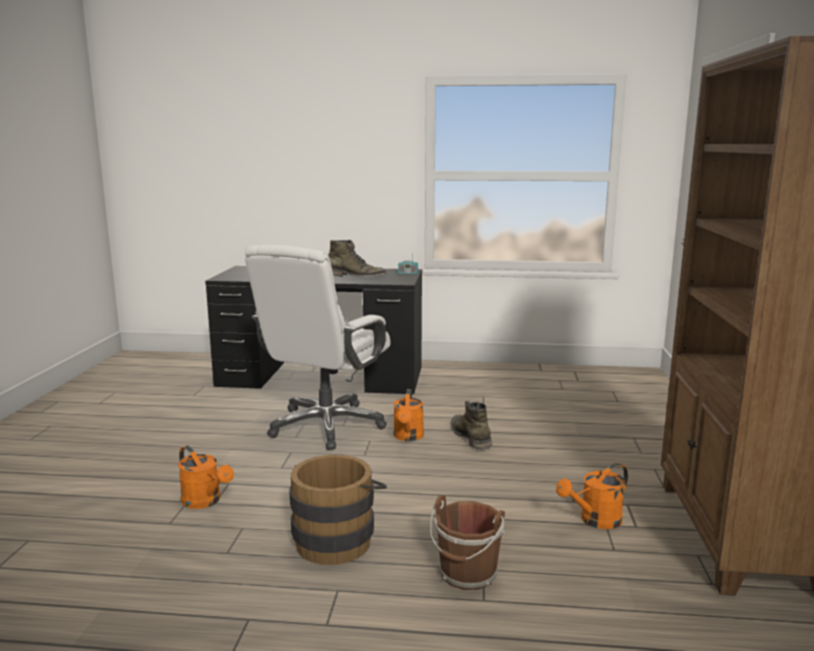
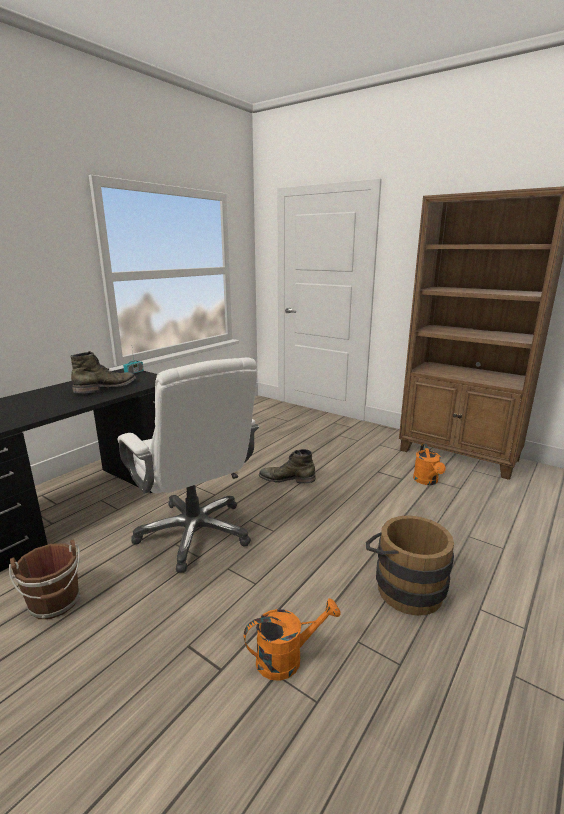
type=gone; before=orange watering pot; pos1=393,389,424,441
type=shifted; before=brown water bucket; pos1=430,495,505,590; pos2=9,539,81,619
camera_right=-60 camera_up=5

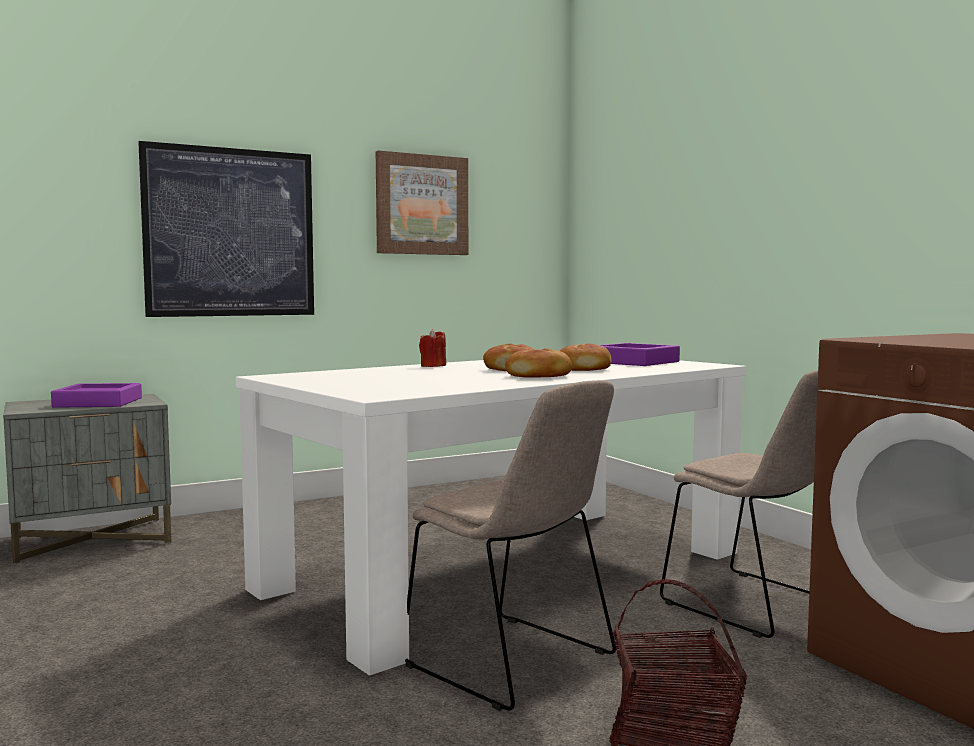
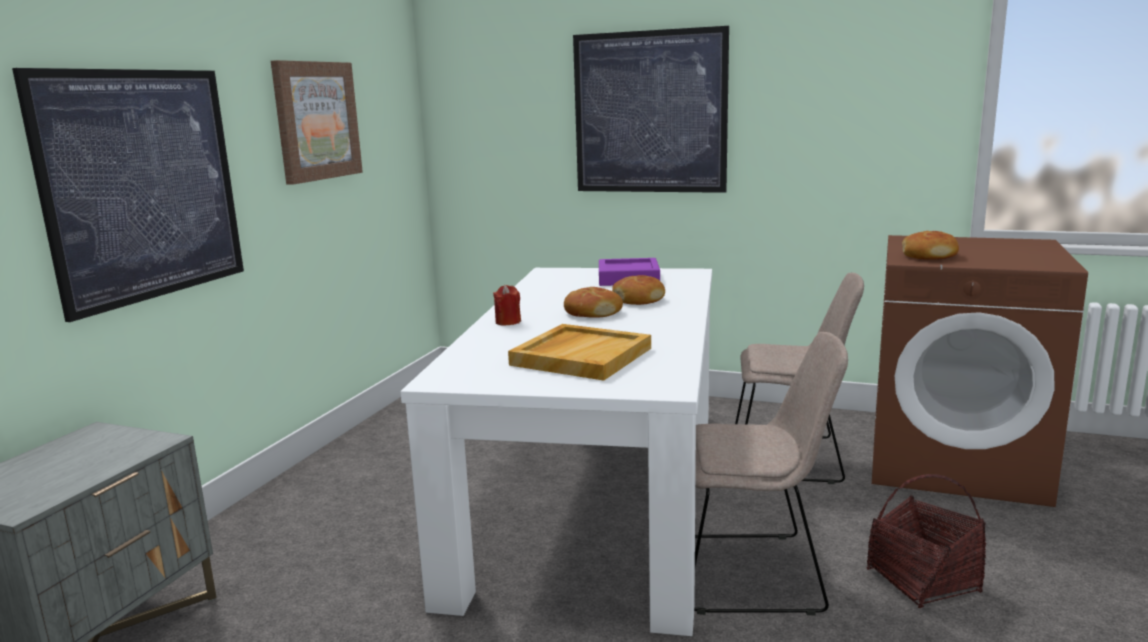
type=shifted; before=bakery bread; pos1=505,348,572,378; pos2=902,231,959,260
type=gone; before=purple-coloured serving tray; pos1=51,383,142,408
type=new; after=picture; pos2=573,26,729,193
type=new; after=sand-coloured serving tray; pos2=508,324,651,381
camera_right=-40 camera_up=10

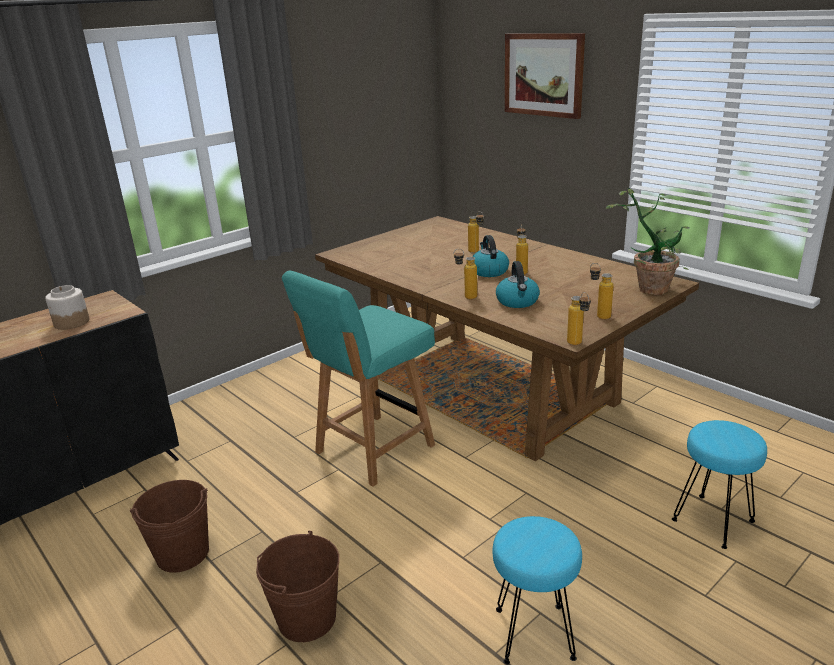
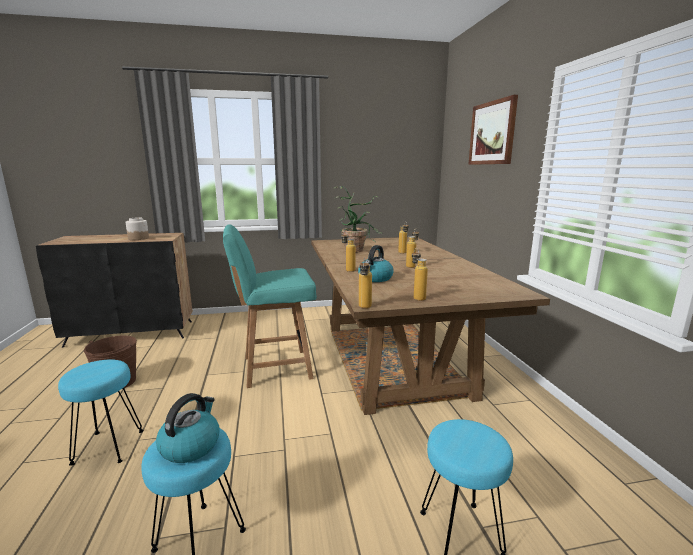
type=shifted; before=houseplant; pos1=606,188,689,295; pos2=333,186,383,252
type=shifted; before=kettle; pos1=472,235,509,277; pos2=156,393,219,463
type=swapped; before=brown water bucket; after=turquoise-coloured sitting stool; pos1=256,531,340,642; pos2=58,359,143,466
camera_right=30 camera_up=-10

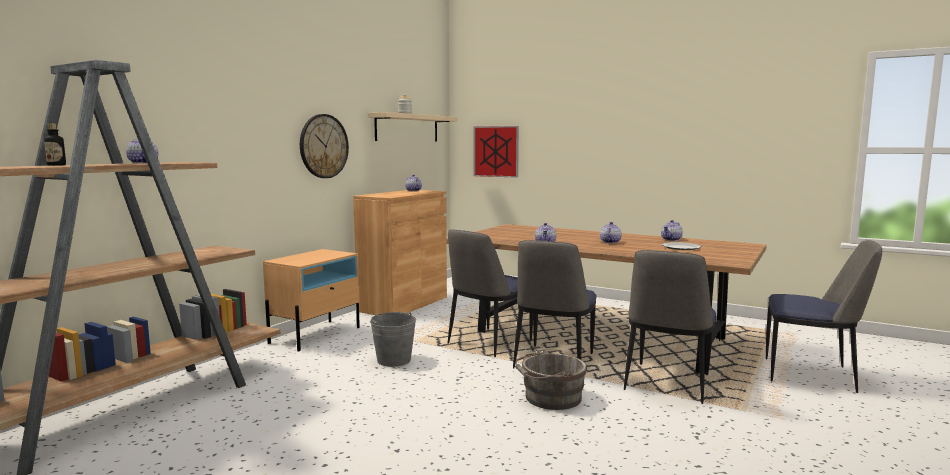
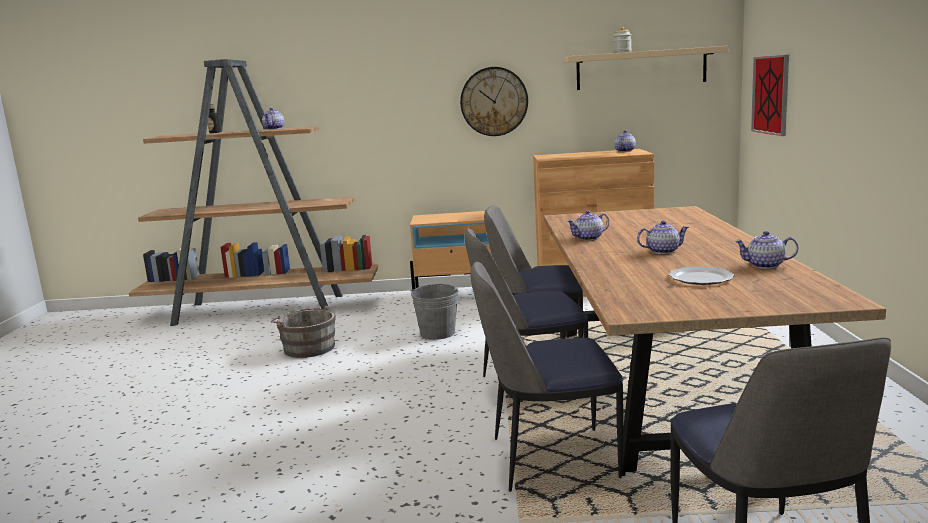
type=shifted; before=grey water bucket; pos1=515,348,587,410; pos2=271,306,335,358
camera_right=60 camera_up=5

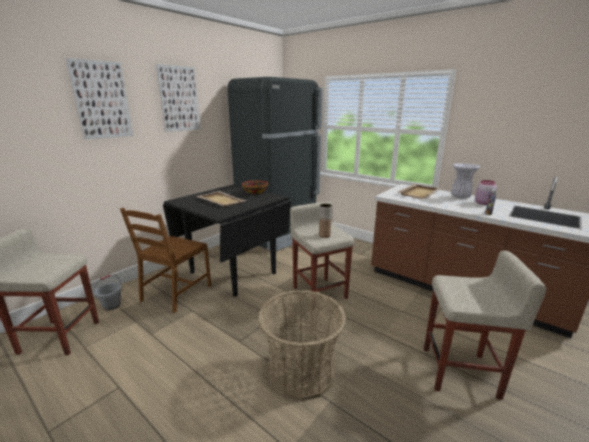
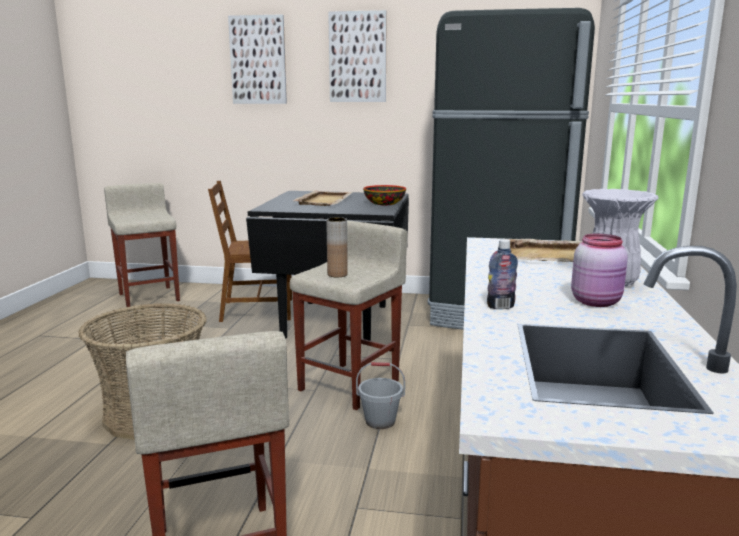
type=shifted; before=grey water bucket; pos1=94,274,122,311; pos2=356,362,405,429
camera_right=60 camera_up=-5

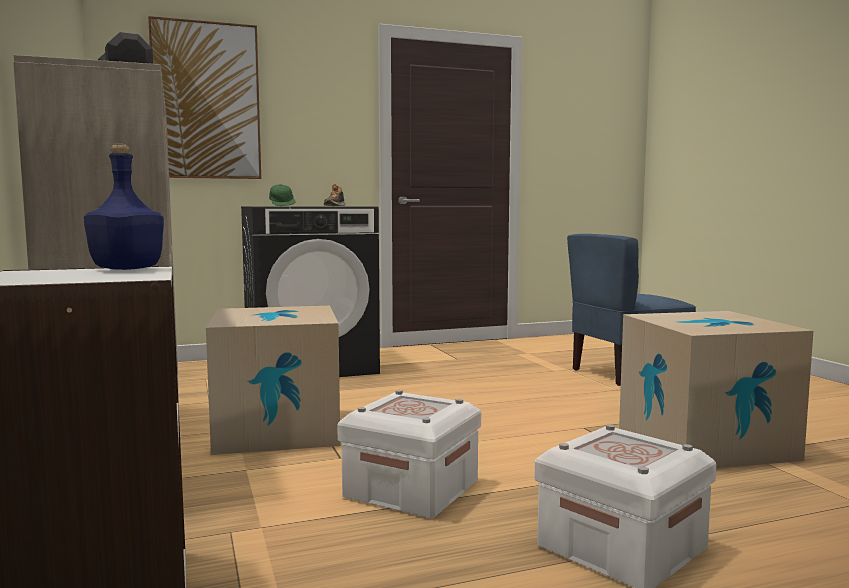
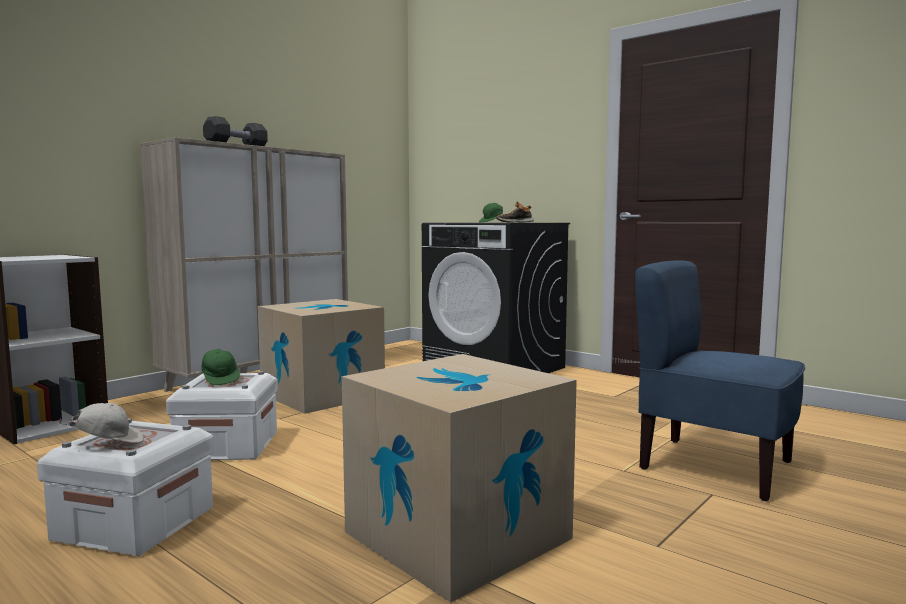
type=gone; before=picture; pos1=148,16,261,179
type=gone; before=bluish drink bottle; pos1=84,144,164,270
type=new; after=green peaked cap; pos2=202,349,240,385
type=new; after=white peaked cap; pos2=57,403,144,443
camera_right=60 camera_up=0

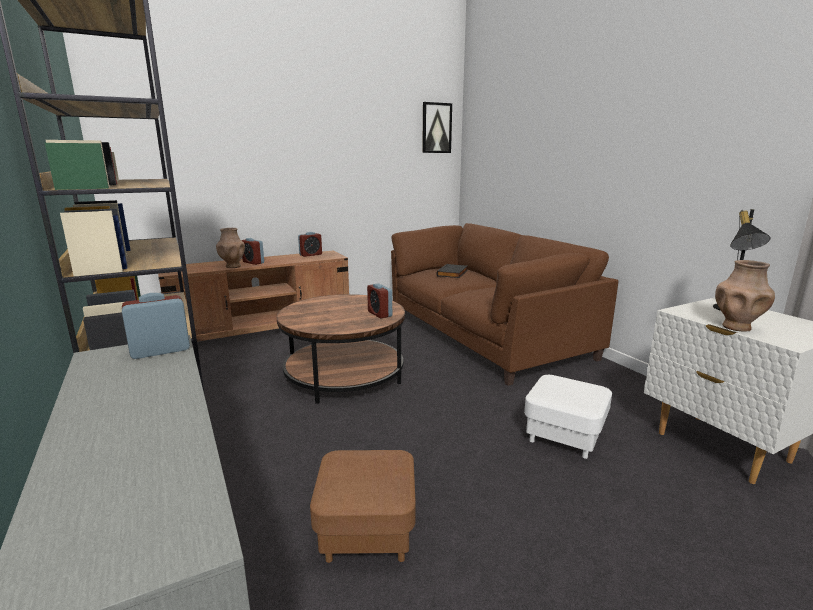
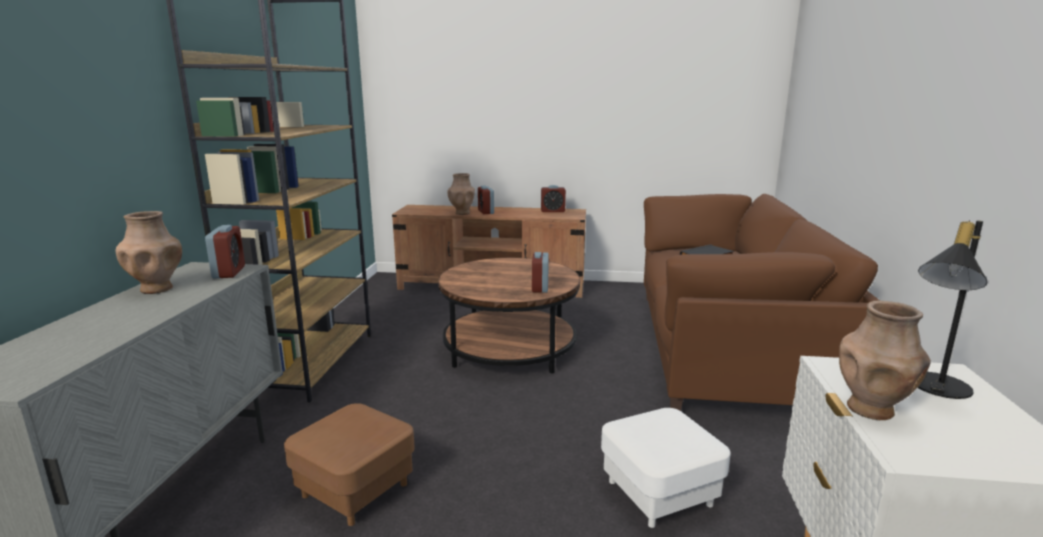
type=gone; before=picture; pos1=422,102,452,153
type=rotated; before=bedside clock; pos1=122,293,190,359; pos2=205,225,245,279; turn=75
type=new; after=brown flower vase; pos2=116,211,182,294
camera_right=35 camera_up=0

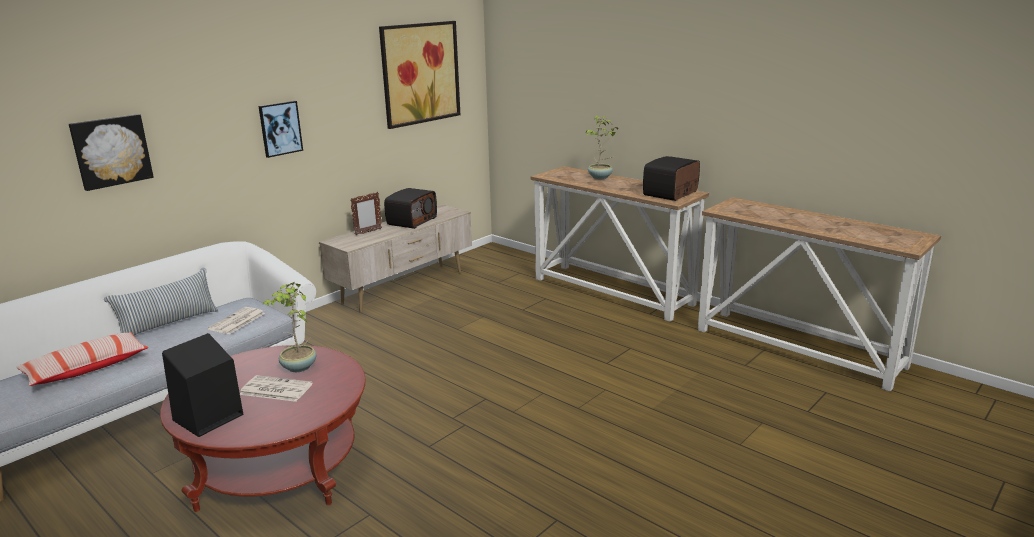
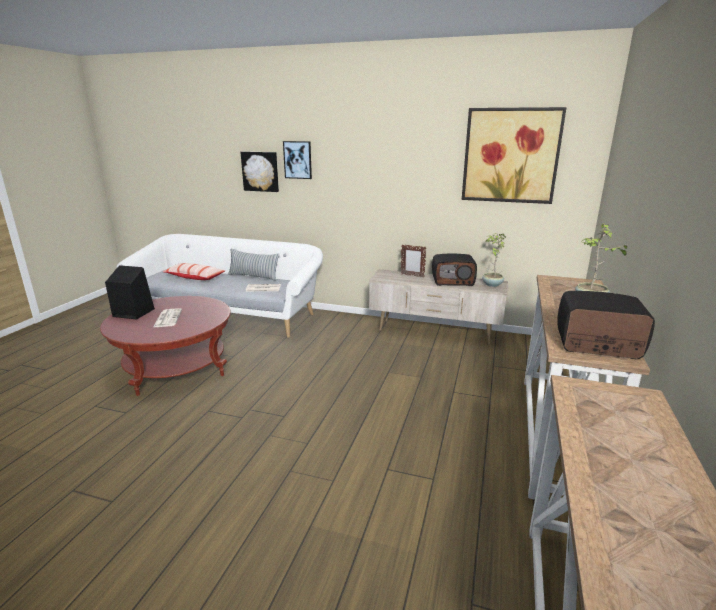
type=shifted; before=picture; pos1=259,101,303,158; pos2=283,141,312,179
type=shifted; before=houseplant; pos1=263,282,316,372; pos2=482,233,506,287
camera_right=65 camera_up=0

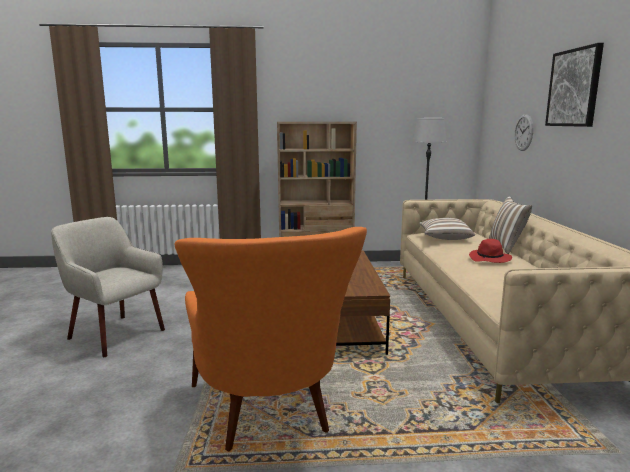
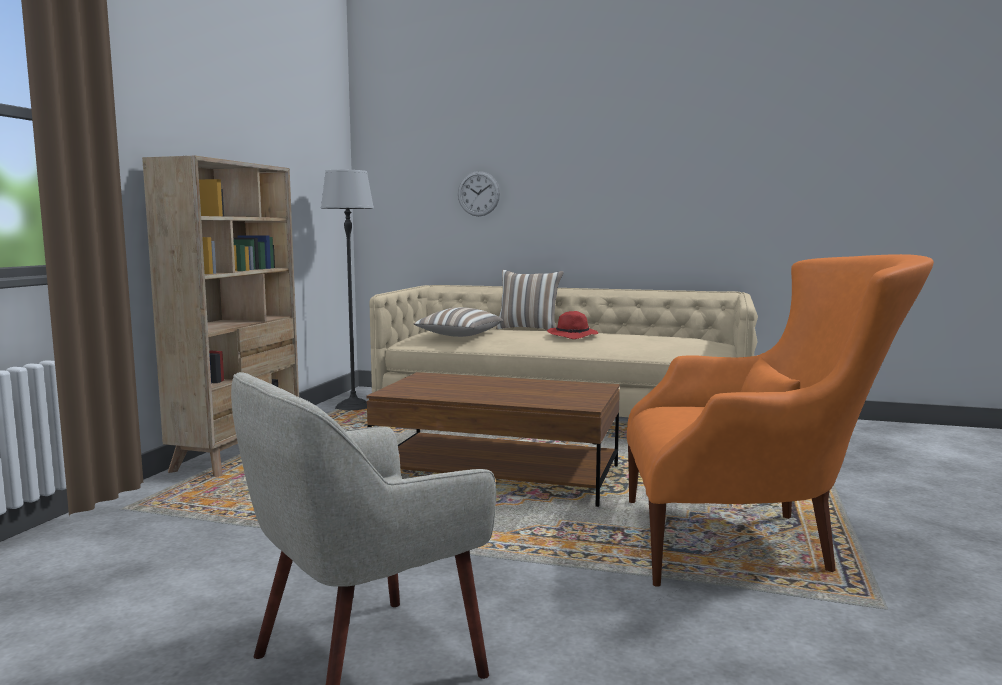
type=gone; before=picture; pos1=545,43,604,127
camera_right=-70 camera_up=-5

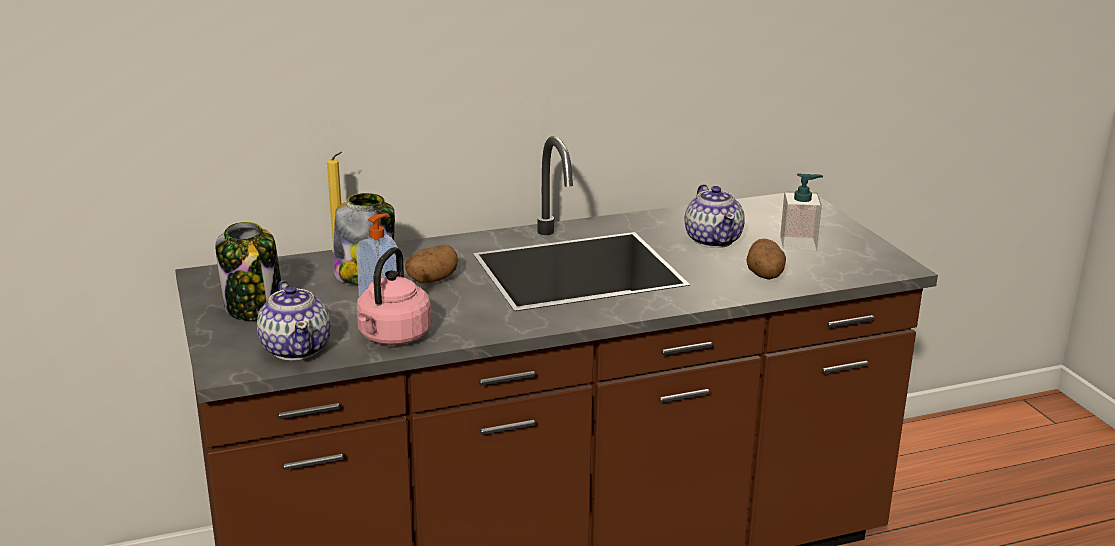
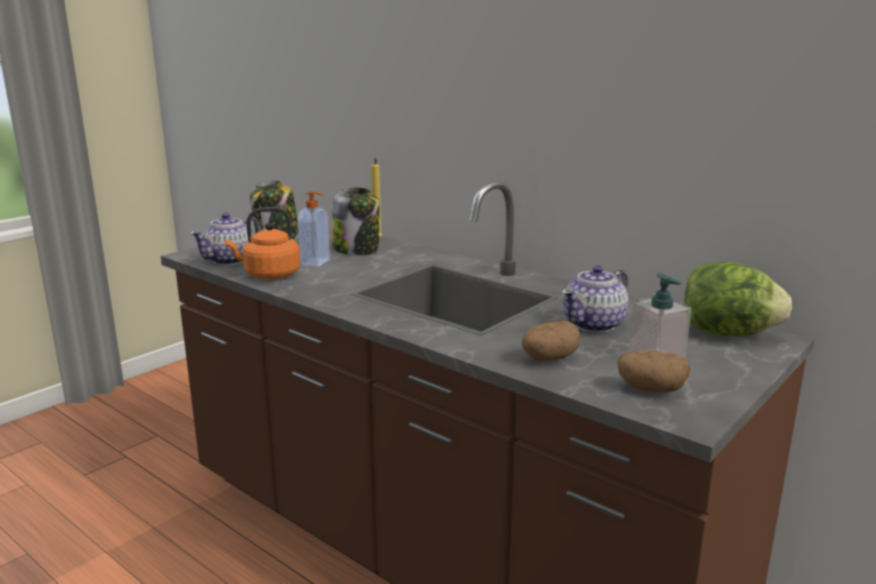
type=shifted; before=spud; pos1=405,245,458,283; pos2=617,351,690,393
type=repainted; before=pinkish kettle; after=orange kettle; pos1=357,247,431,345; pos2=225,207,301,279
type=new; after=lettuce; pos2=684,262,792,336
camera_right=60 camera_up=-5

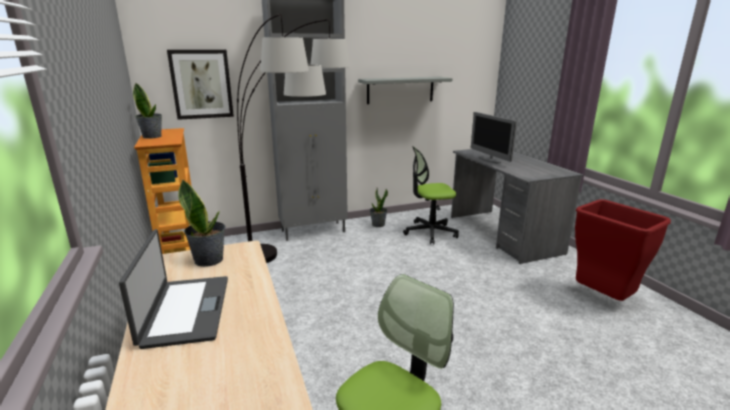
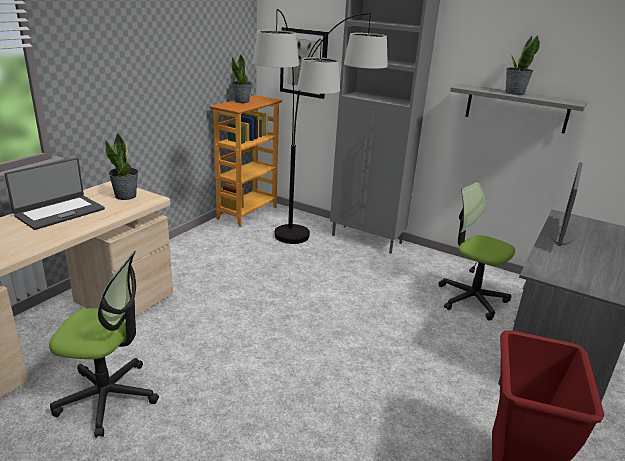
type=shifted; before=houseplant; pos1=370,187,388,227; pos2=506,35,540,95
camera_right=50 camera_up=5

